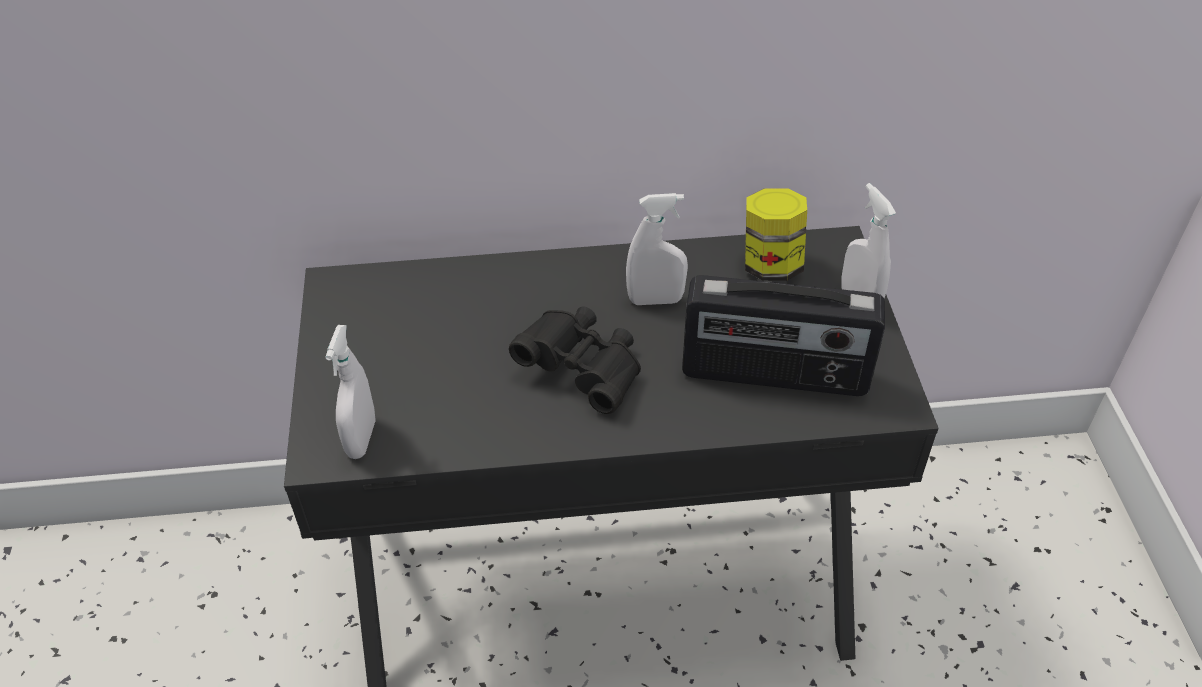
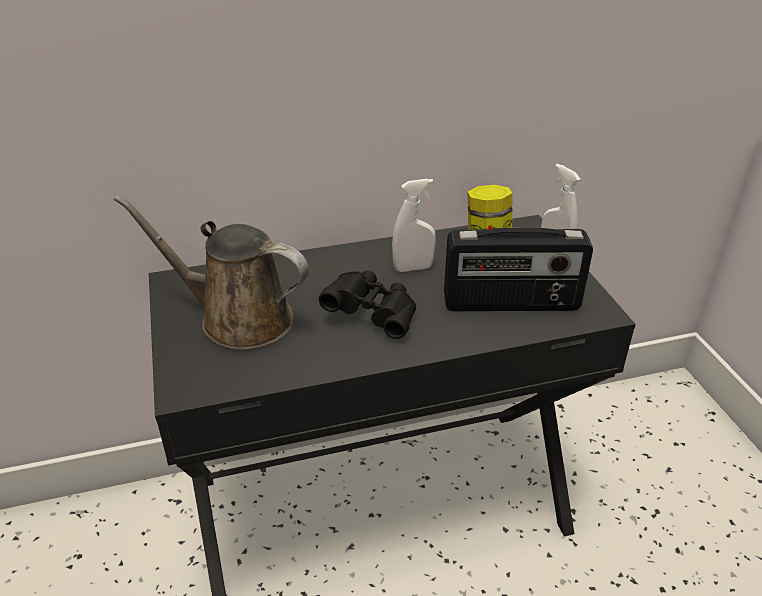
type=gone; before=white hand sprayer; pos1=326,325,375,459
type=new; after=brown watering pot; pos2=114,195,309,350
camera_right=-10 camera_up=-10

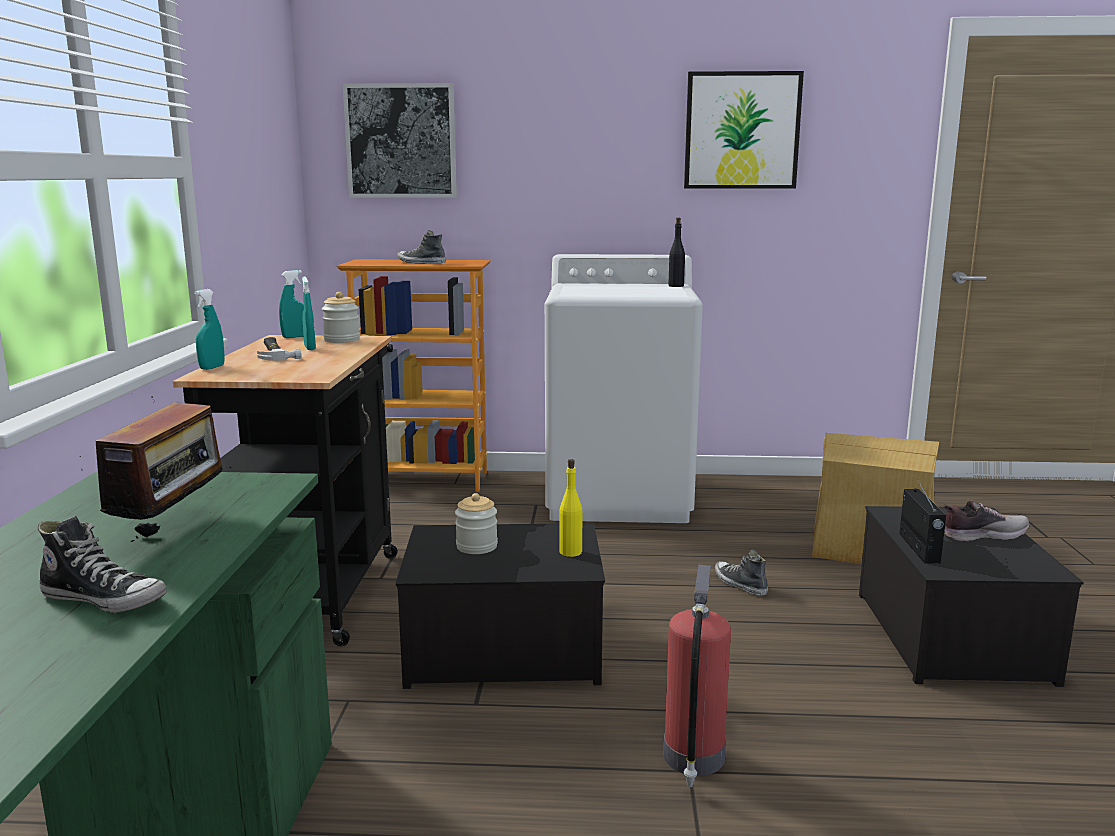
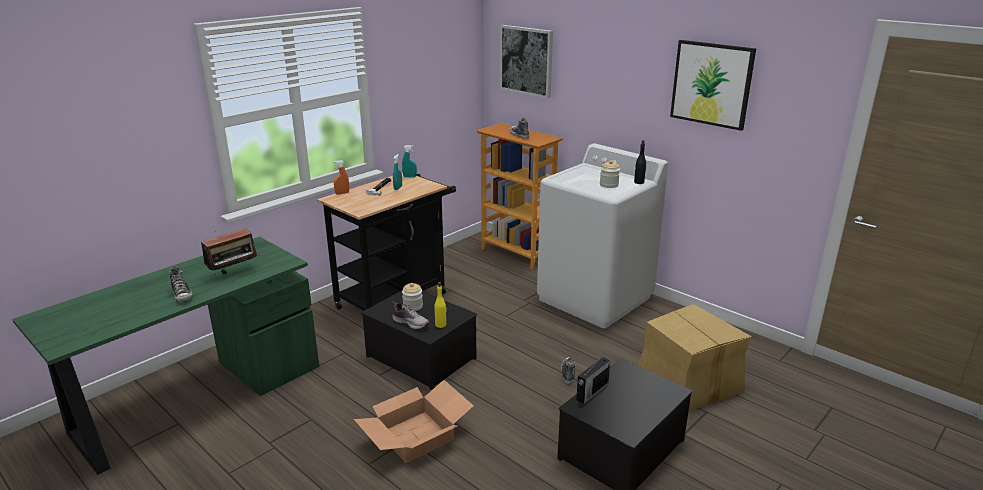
type=repainted; before=turquoise-coloured hand sprayer; after=orange hand sprayer; pos1=194,289,225,370; pos2=333,160,349,195
type=shifted; before=preserve jar; pos1=322,292,360,343; pos2=600,160,620,188
type=shifted; before=low shoe; pos1=944,501,1030,541; pos2=392,301,430,329
type=swapped; before=fire extinguisher; after=packing box; pos1=663,565,731,787; pos2=354,380,474,463
camera_right=40 camera_up=10

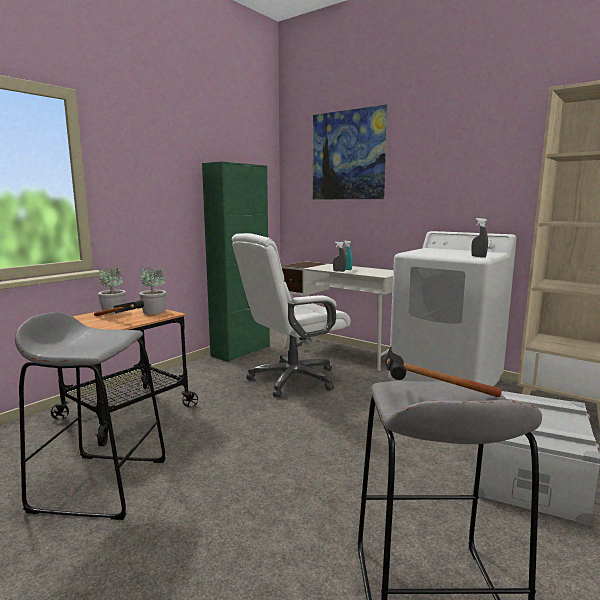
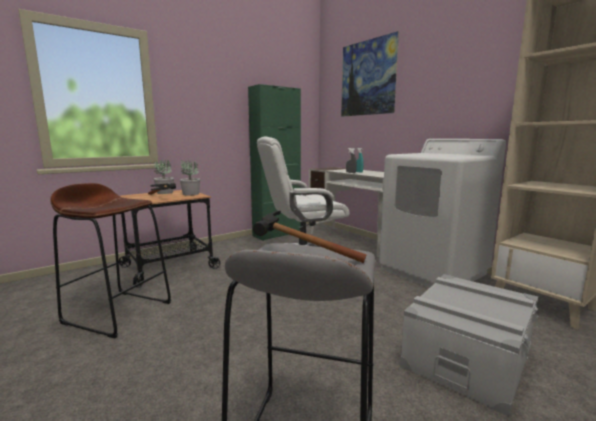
type=gone; before=grey hand sprayer; pos1=471,218,488,258
type=repainted; before=grey sitting stool; after=brown sitting stool; pos1=15,312,166,520; pos2=50,183,171,339
camera_right=15 camera_up=0

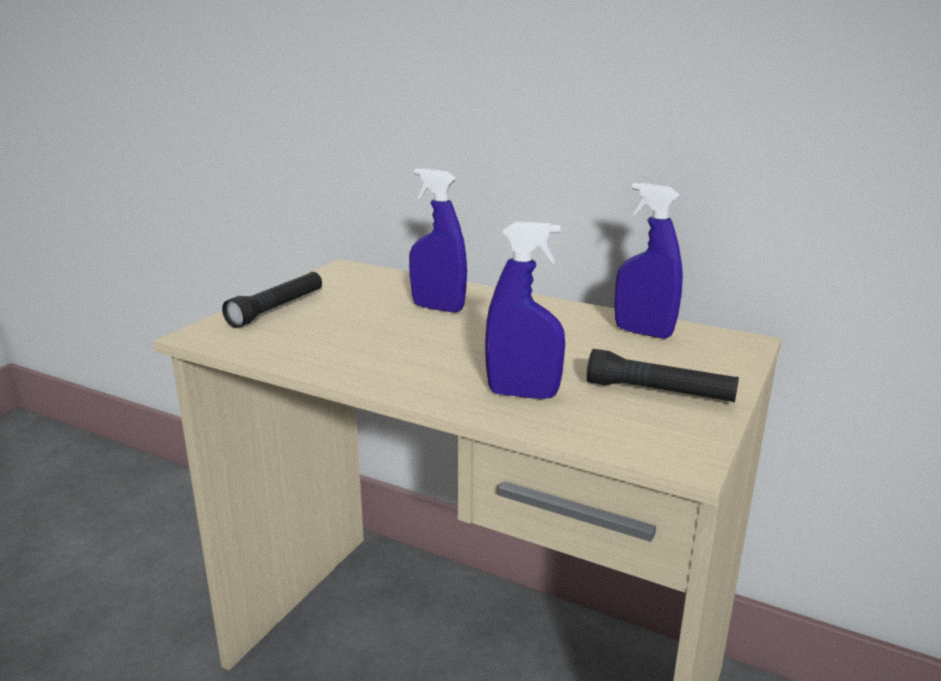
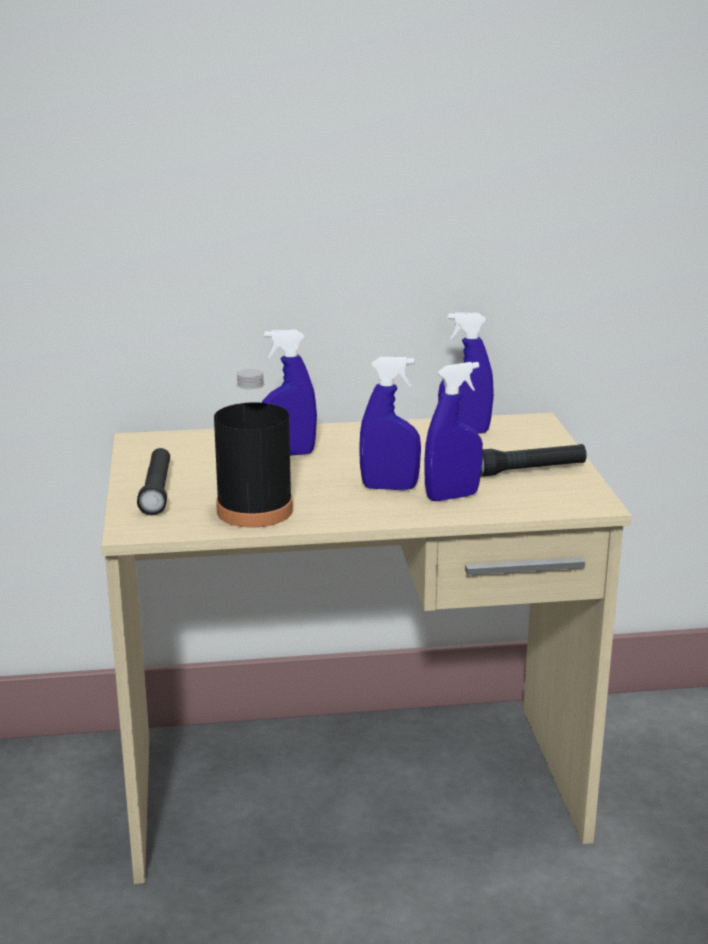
type=new; after=bluish hand sprayer; pos2=359,357,421,490
type=new; after=black drink bottle; pos2=214,369,293,528
camera_right=-35 camera_up=0

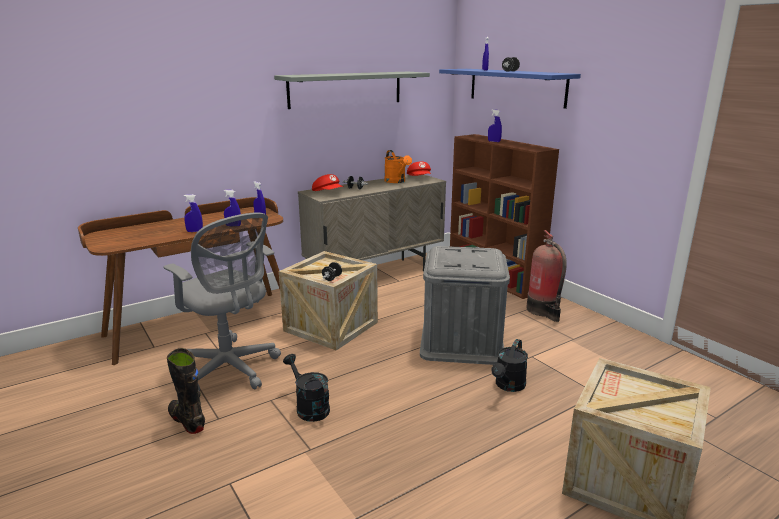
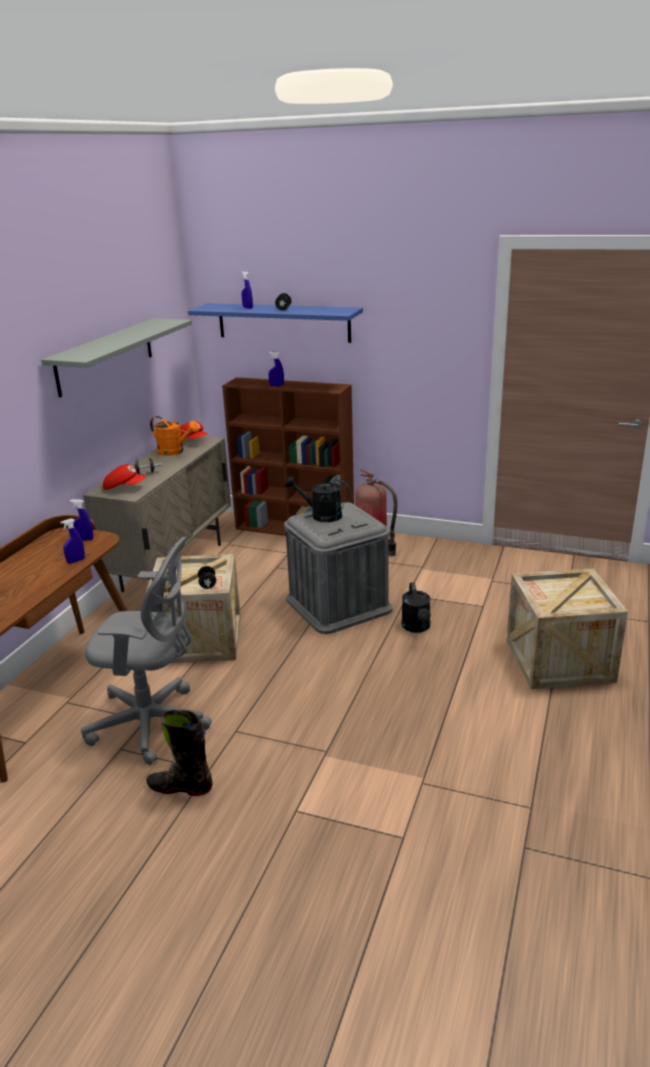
type=gone; before=bluish hand sprayer; pos1=183,194,203,232
type=shifted; before=black watering pot; pos1=283,354,330,422; pos2=285,476,349,522
camera_right=-35 camera_up=5

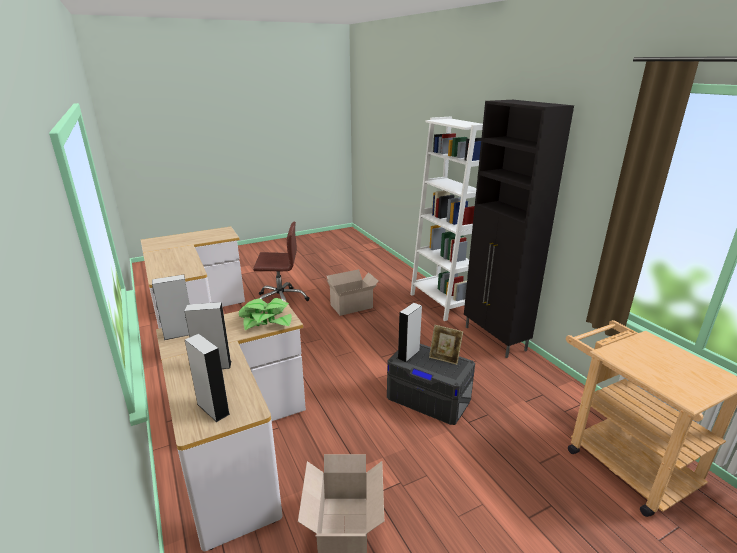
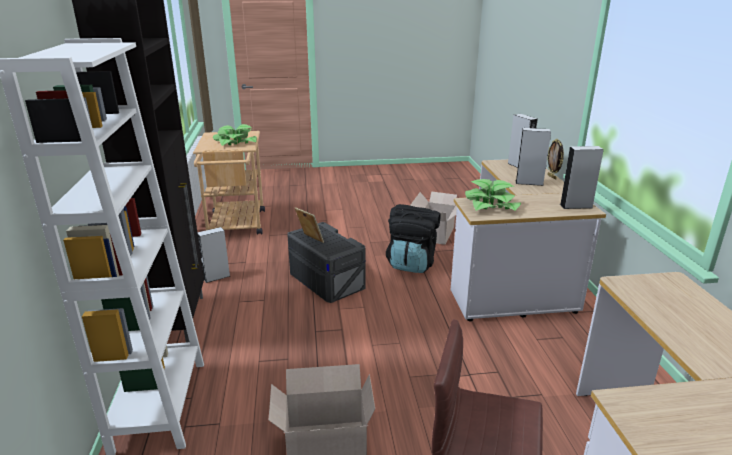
type=shifted; before=grey loudspeaker; pos1=398,303,422,362; pos2=197,227,230,283
type=new; after=houseplant; pos2=213,124,257,146
type=new; after=photo frame; pos2=547,139,564,180
type=new; after=black rucksack; pos2=386,204,441,273
camera_right=-160 camera_up=0

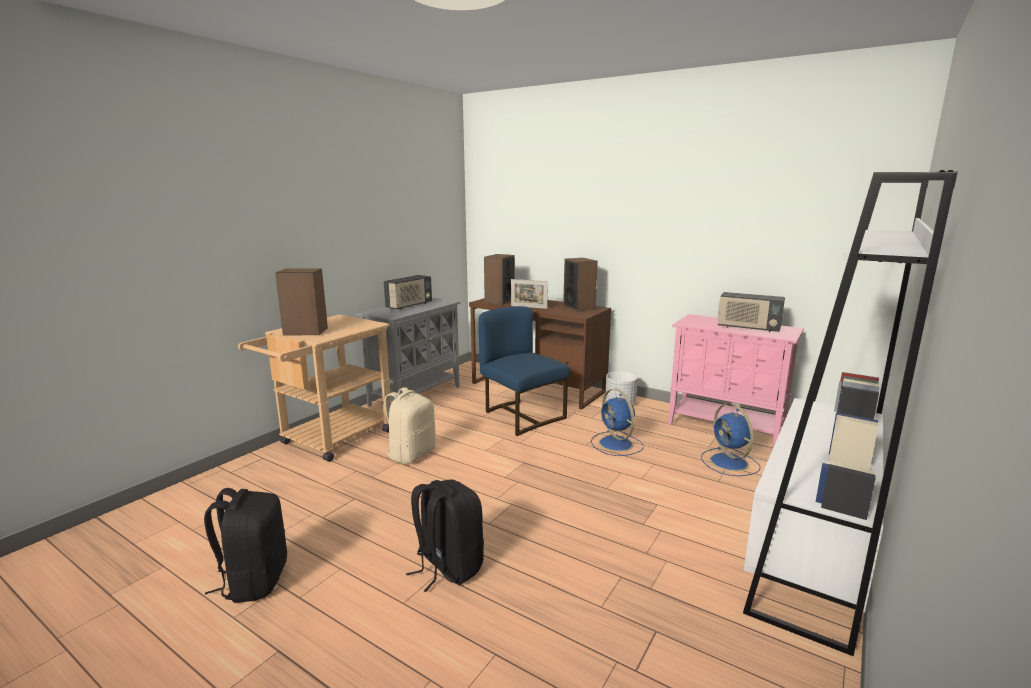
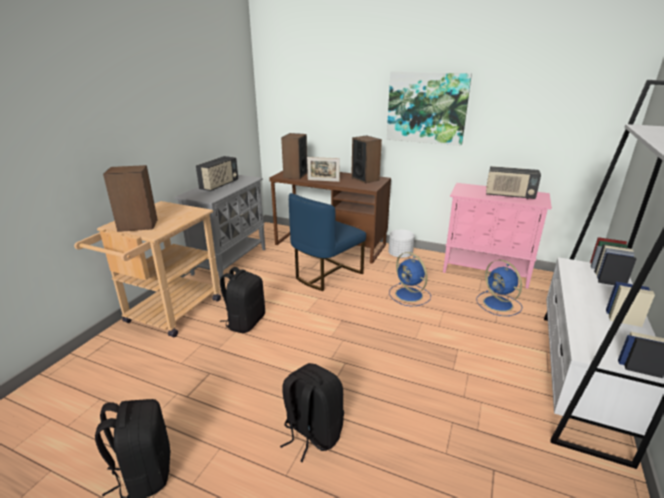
type=rotated; before=bluish chair; pos1=479,306,570,436; pos2=289,193,366,291; turn=-90
type=repainted; before=sand-coloured rucksack; after=black rucksack; pos1=383,387,436,464; pos2=220,267,265,333
type=new; after=picture; pos2=387,72,472,146
camera_right=-10 camera_up=10

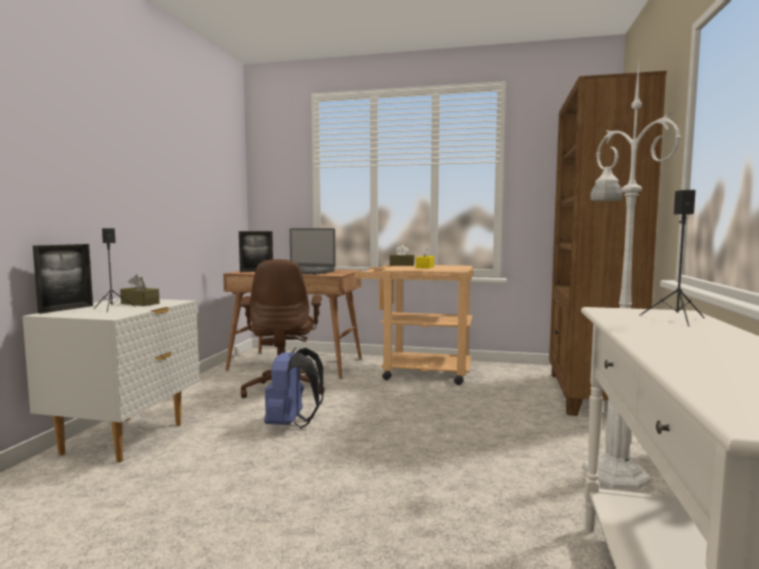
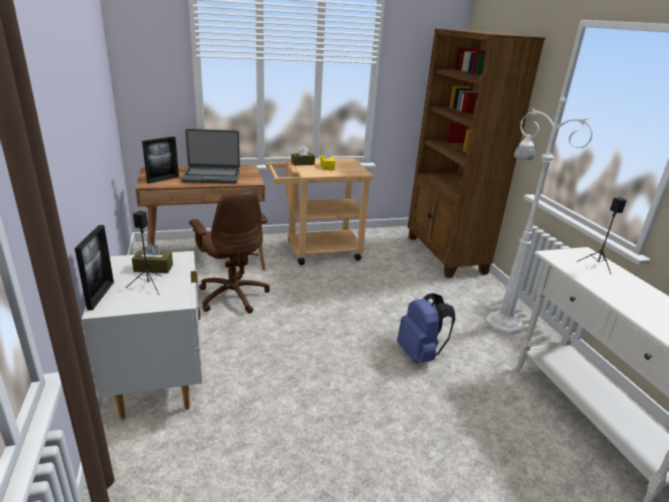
type=shifted; before=bluish rucksack; pos1=264,347,324,428; pos2=397,293,455,363
camera_right=-30 camera_up=20

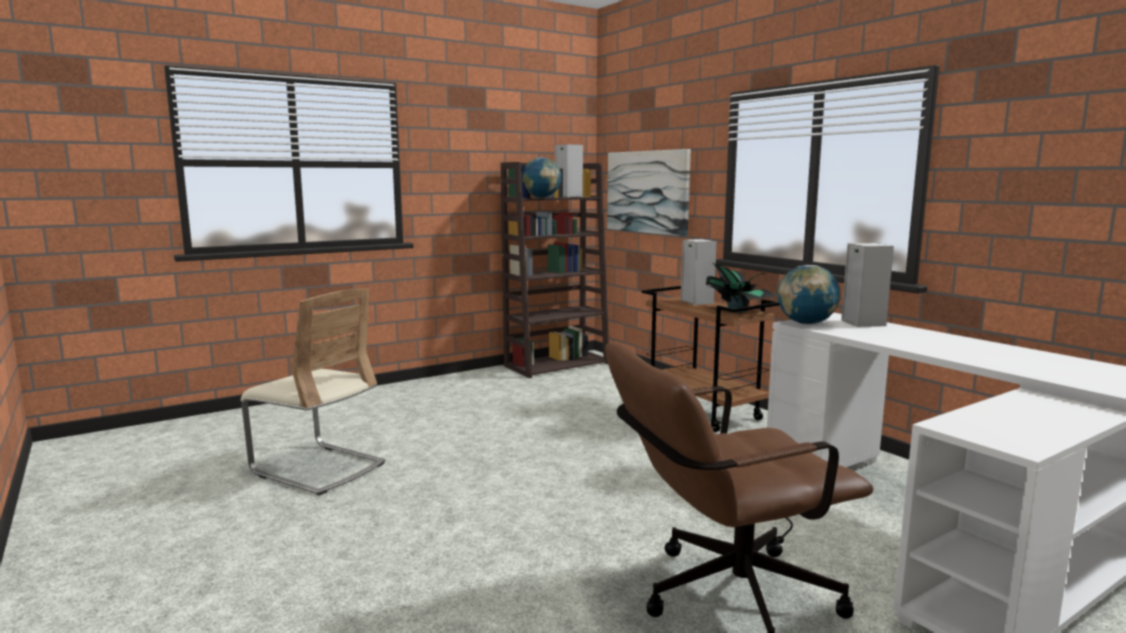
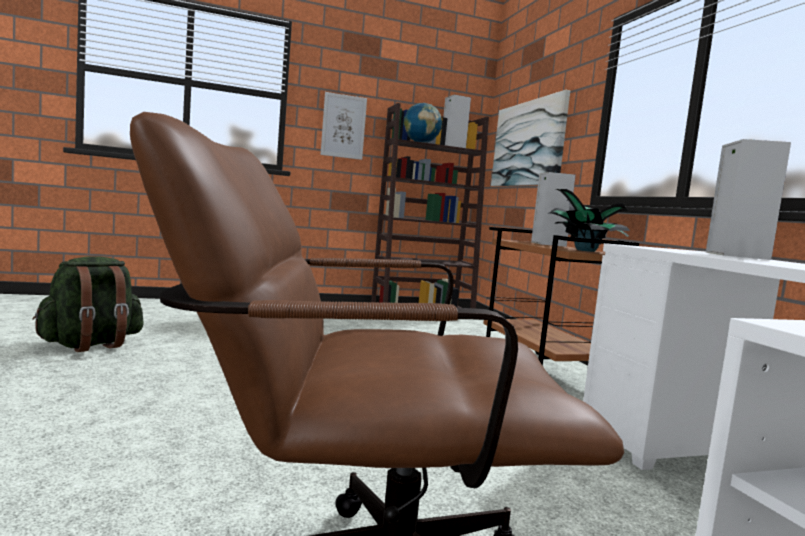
type=gone; before=globe; pos1=777,265,840,324
type=swapped; before=sand-coloured chair; after=green rucksack; pos1=241,289,385,496; pos2=32,256,144,352
type=new; after=picture; pos2=320,92,367,160
camera_right=15 camera_up=-5

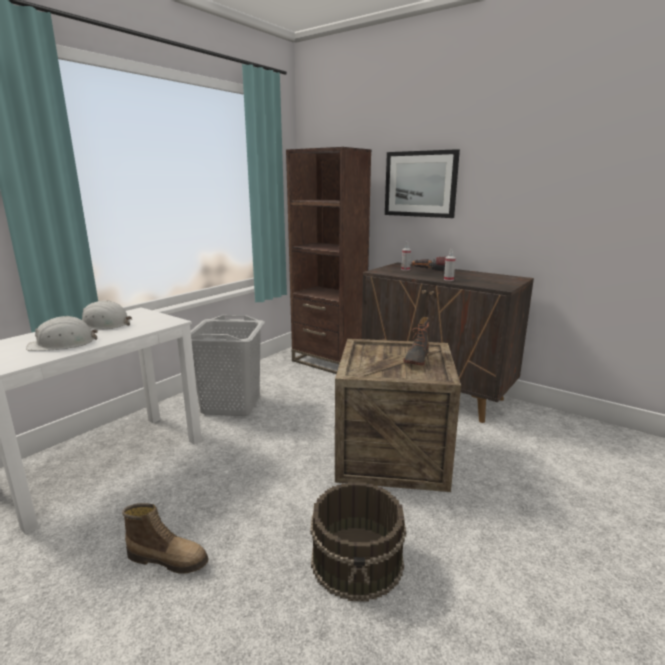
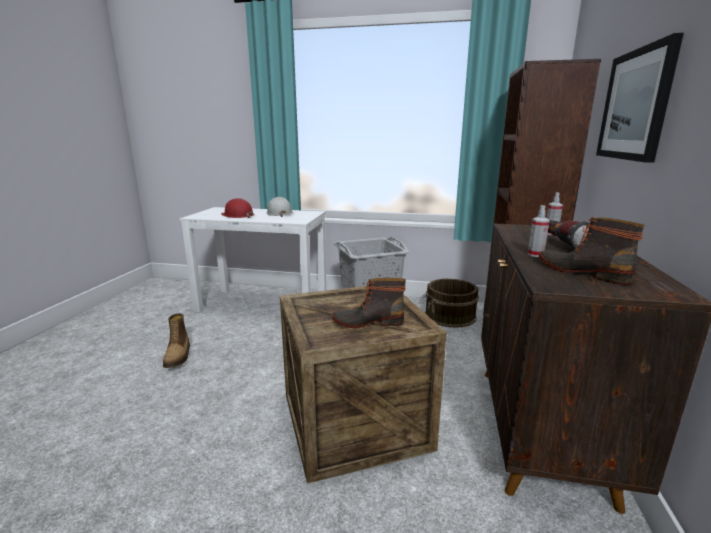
type=repainted; before=white safety helmet; after=red safety helmet; pos1=26,316,98,351; pos2=221,198,254,218
type=shifted; before=brown water bucket; pos1=310,482,406,602; pos2=425,278,479,328
type=new; after=tall boot; pos2=539,217,645,285
camera_right=65 camera_up=0

